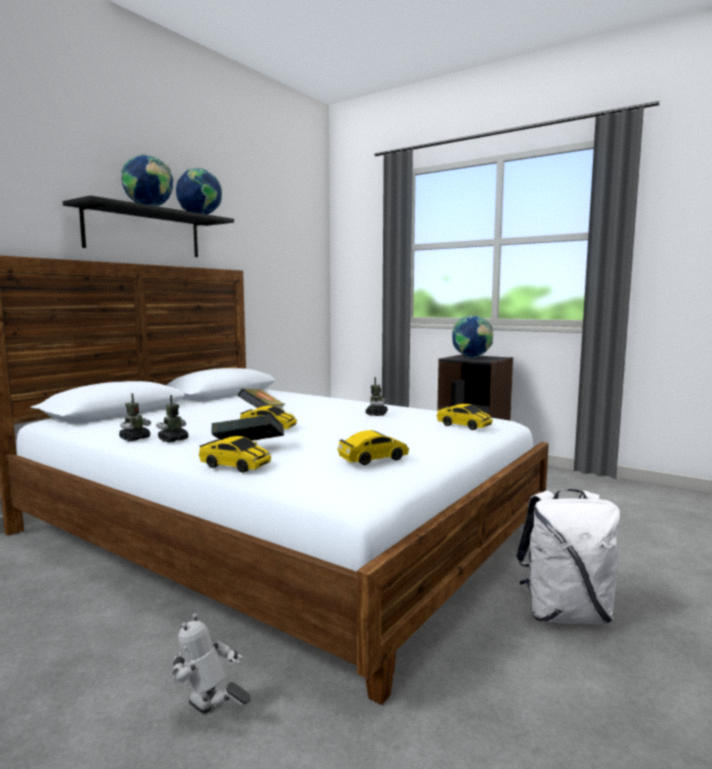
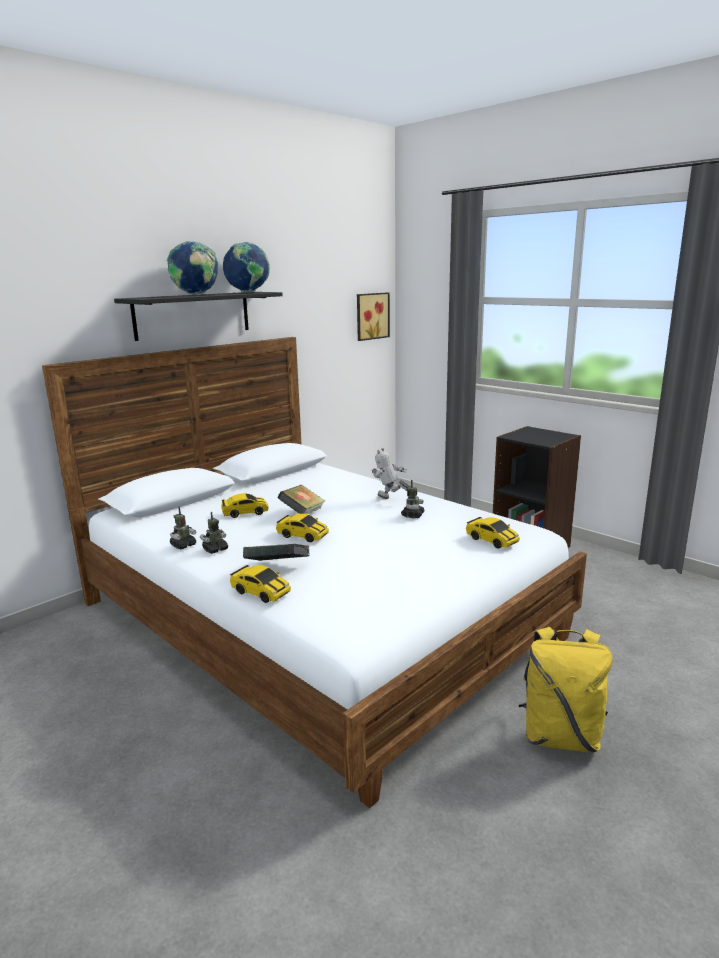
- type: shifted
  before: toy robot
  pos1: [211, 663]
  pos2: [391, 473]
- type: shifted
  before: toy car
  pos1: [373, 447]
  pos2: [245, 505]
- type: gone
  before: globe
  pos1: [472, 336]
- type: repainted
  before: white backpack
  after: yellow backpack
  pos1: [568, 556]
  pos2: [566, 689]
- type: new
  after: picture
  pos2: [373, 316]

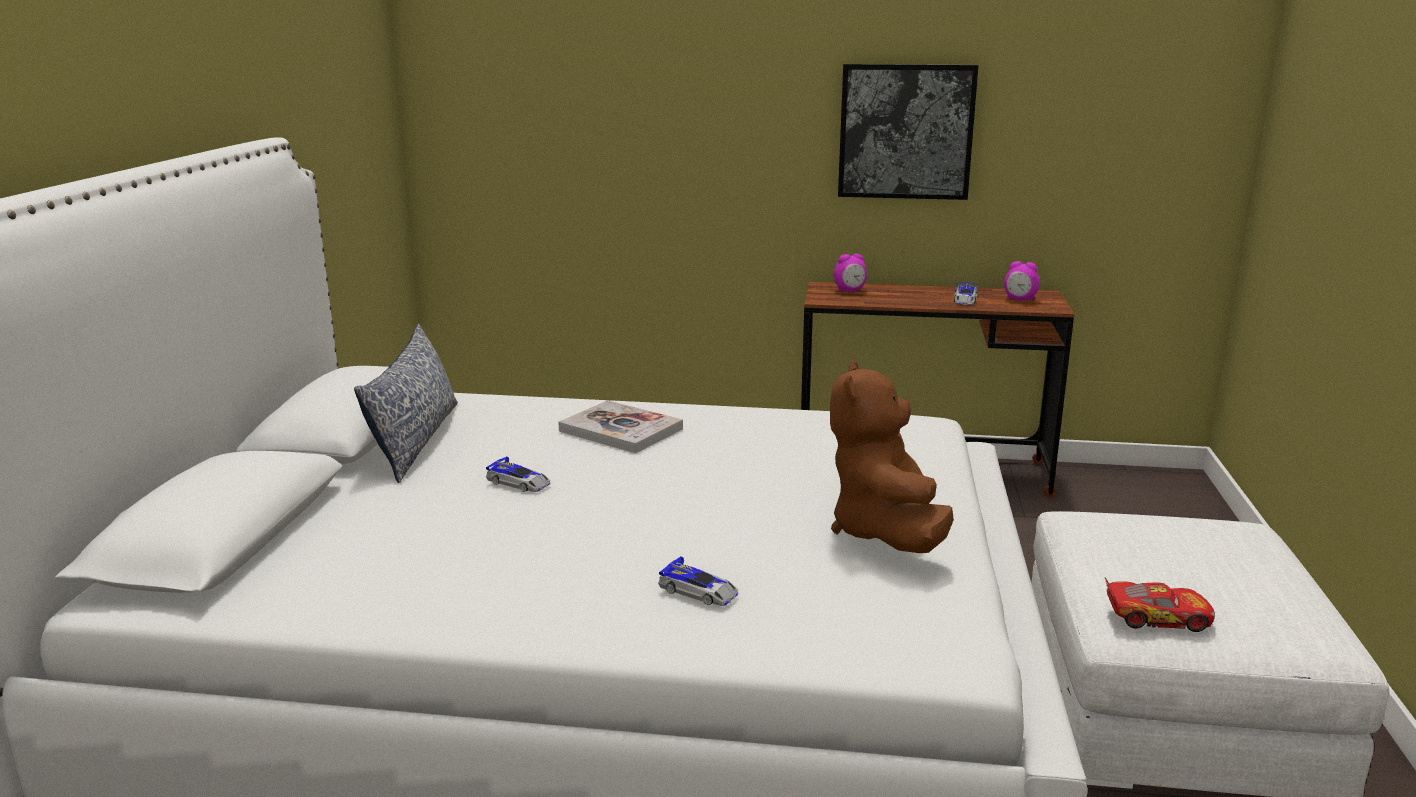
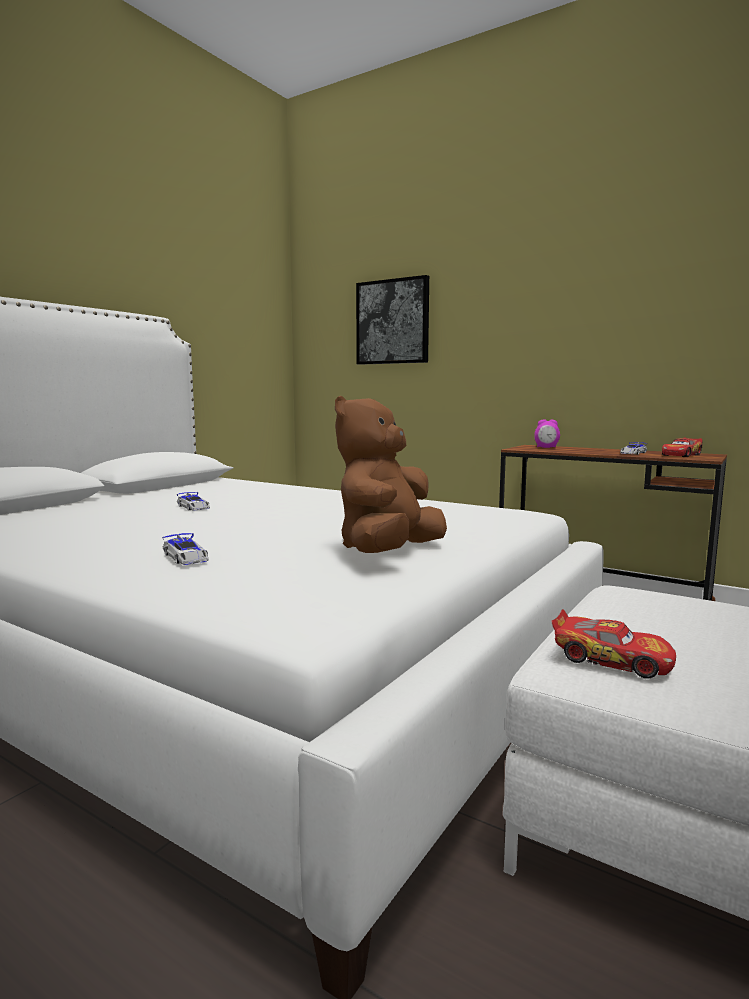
- type: gone
  before: pillow
  pos1: [406, 403]
- type: gone
  before: book
  pos1: [620, 426]
- type: shifted
  before: picture
  pos1: [908, 132]
  pos2: [392, 320]
- type: swapped
  before: alarm clock
  after: toy car
  pos1: [1022, 281]
  pos2: [682, 447]

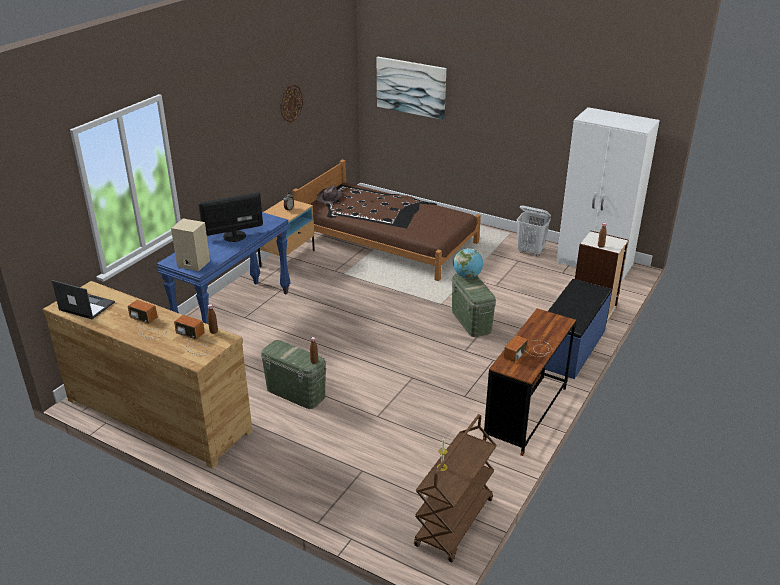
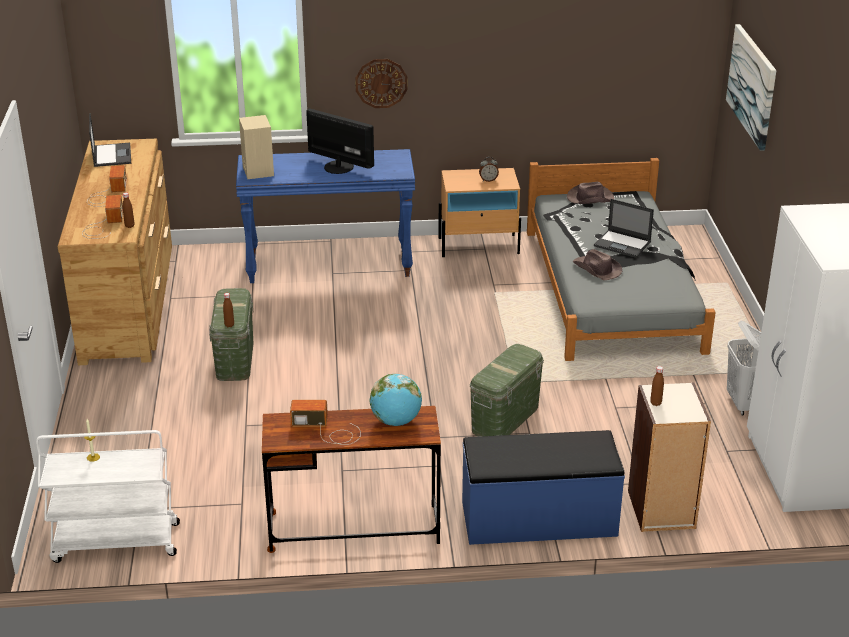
- type: shifted
  before: wall clock
  pos1: [291, 103]
  pos2: [381, 83]
- type: repainted
  before: brown bed
  after: grey bed
  pos1: [387, 220]
  pos2: [621, 259]
- type: repainted
  before: brown cart
  after: white cart
  pos1: [455, 488]
  pos2: [108, 496]
- type: shifted
  before: globe
  pos1: [468, 263]
  pos2: [396, 400]
- type: new
  after: brown hat
  pos2: [597, 264]
- type: new
  after: laptop
  pos2: [624, 228]

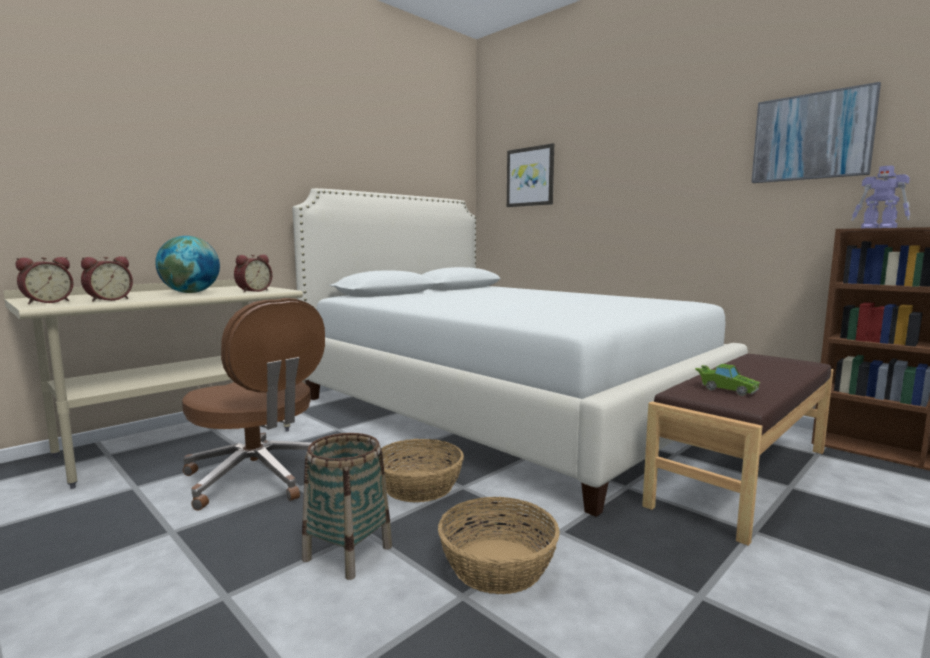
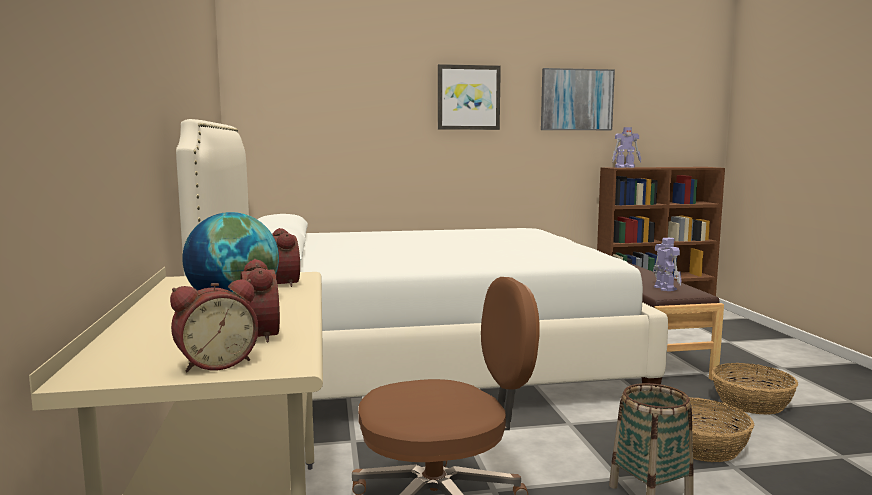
- type: rotated
  before: alarm clock
  pos1: [44, 280]
  pos2: [214, 325]
  turn: 75
- type: shifted
  before: basket
  pos1: [423, 470]
  pos2: [755, 389]
- type: shifted
  before: picture
  pos1: [530, 175]
  pos2: [469, 97]
- type: swapped
  before: green toy car
  after: toy robot
  pos1: [727, 380]
  pos2: [667, 264]

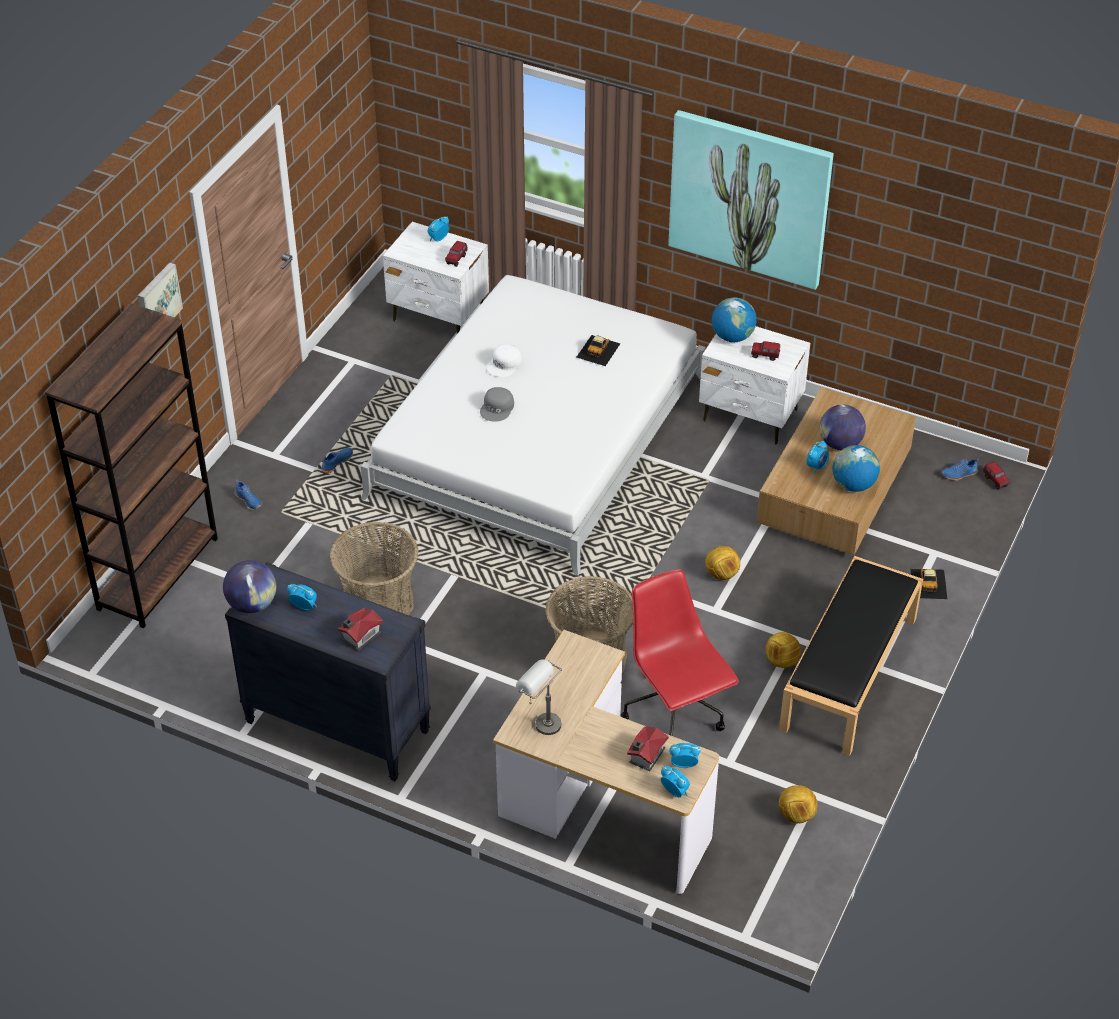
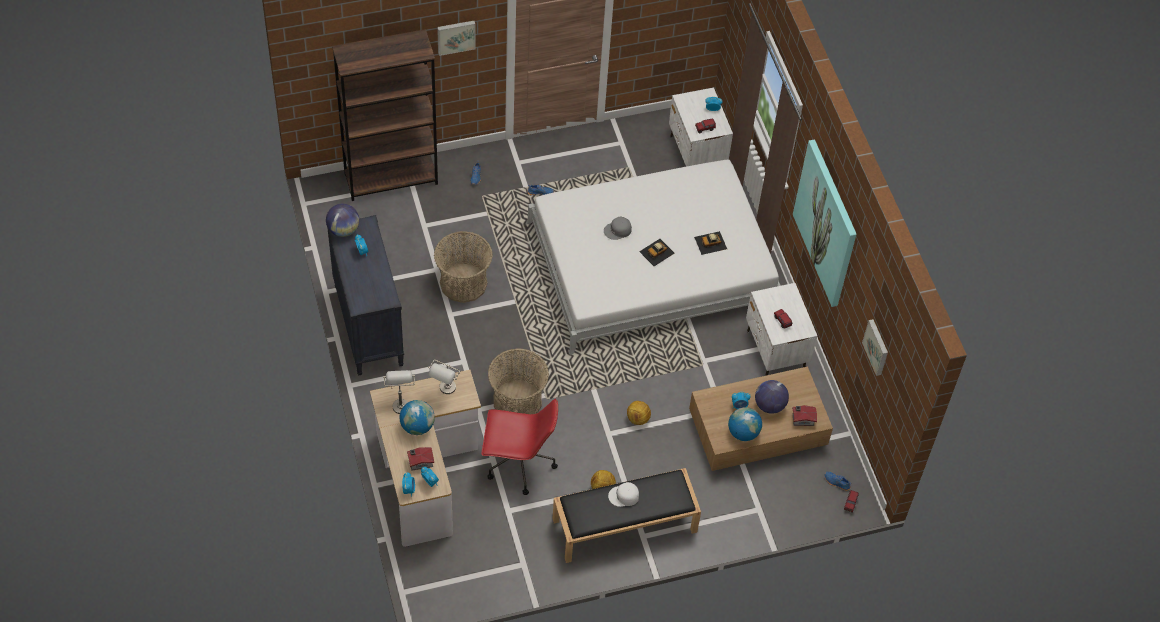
- type: shifted
  before: toy house
  pos1: [360, 629]
  pos2: [804, 415]
- type: shifted
  before: white cap
  pos1: [504, 360]
  pos2: [623, 494]
- type: rotated
  before: red office chair
  pos1: [679, 652]
  pos2: [520, 447]
  turn: 75
- type: shifted
  before: globe
  pos1: [734, 320]
  pos2: [417, 417]
- type: gone
  before: football
  pos1: [798, 804]
- type: shifted
  before: toy car
  pos1: [928, 583]
  pos2: [657, 252]
- type: new
  after: grey table lamp
  pos2: [444, 377]
- type: new
  after: picture
  pos2: [875, 347]

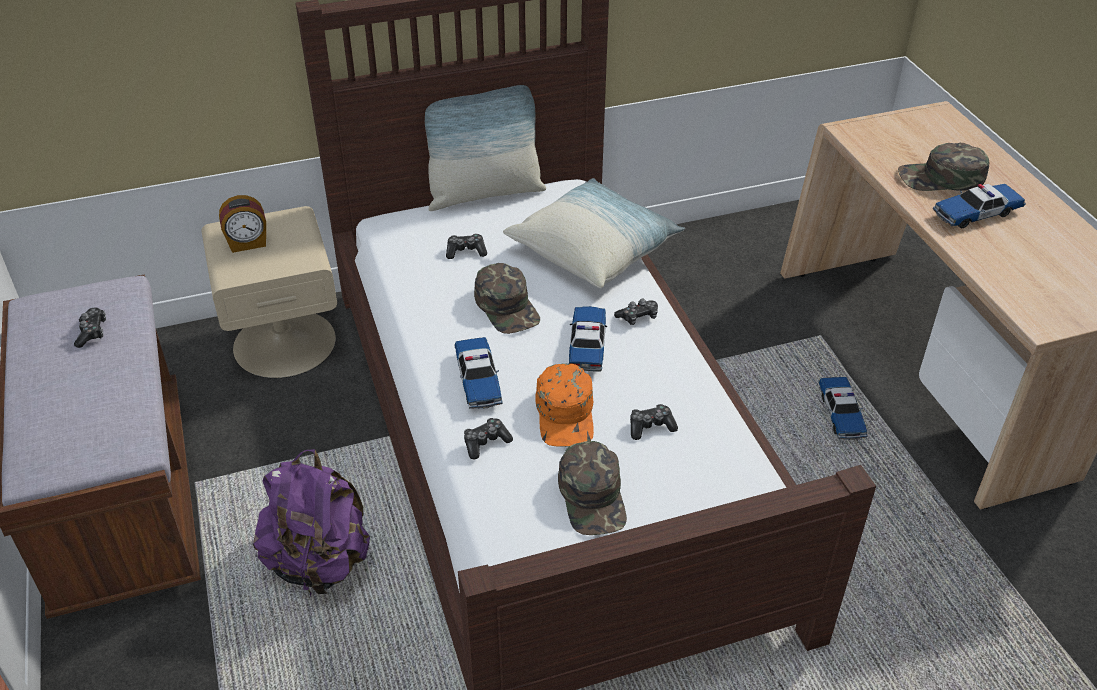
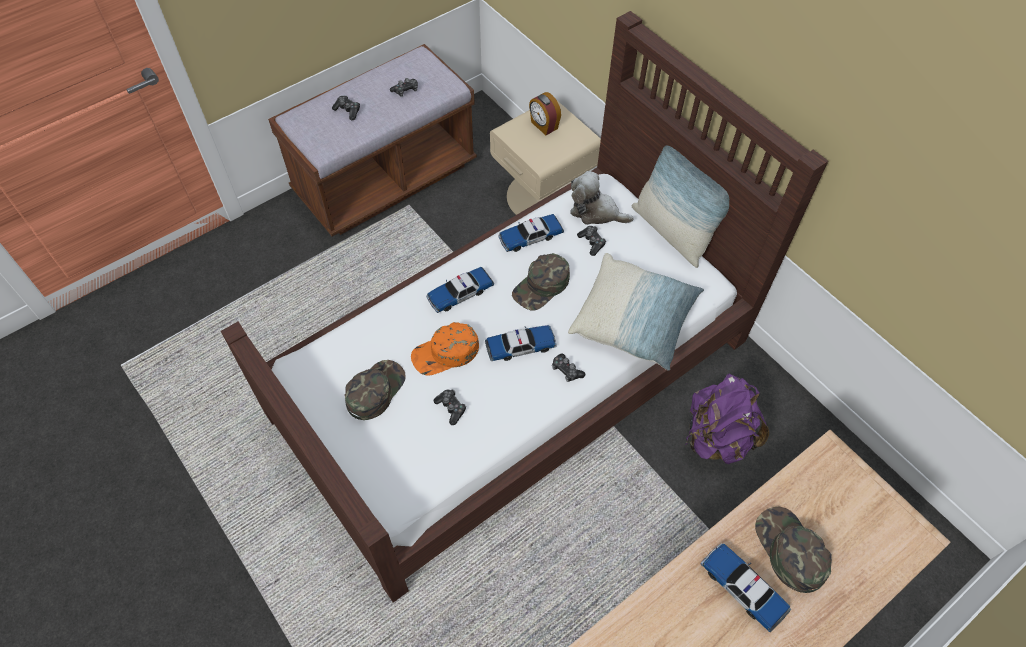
- type: shifted
  before: purple backpack
  pos1: [311, 523]
  pos2: [727, 419]
- type: shifted
  before: game controller
  pos1: [488, 439]
  pos2: [346, 108]
- type: rotated
  before: green cap
  pos1: [592, 488]
  pos2: [375, 390]
  turn: 150
- type: shifted
  before: toy car
  pos1: [842, 408]
  pos2: [531, 233]
- type: new
  after: plush toy
  pos2: [602, 198]

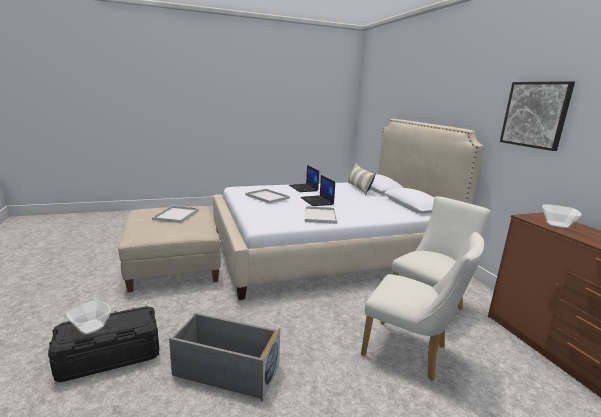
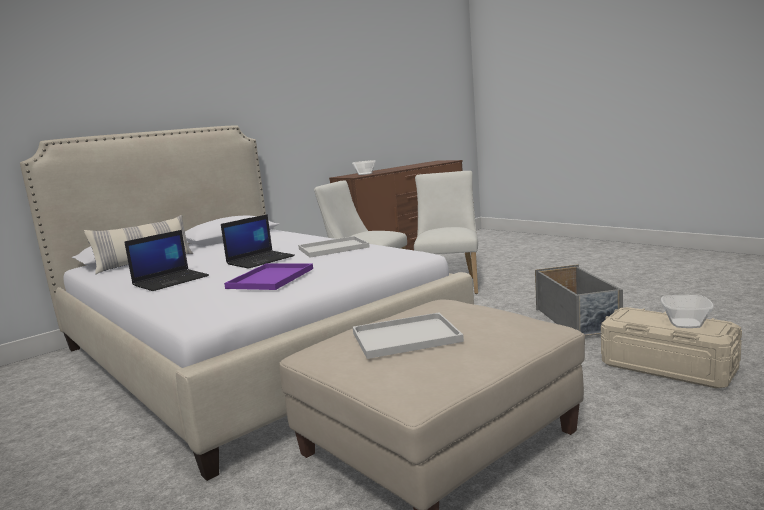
- type: repainted
  before: black storage box
  after: beige storage box
  pos1: [103, 344]
  pos2: [671, 348]
- type: repainted
  before: white tray
  after: purple tray
  pos1: [268, 196]
  pos2: [268, 276]
- type: gone
  before: picture
  pos1: [537, 116]

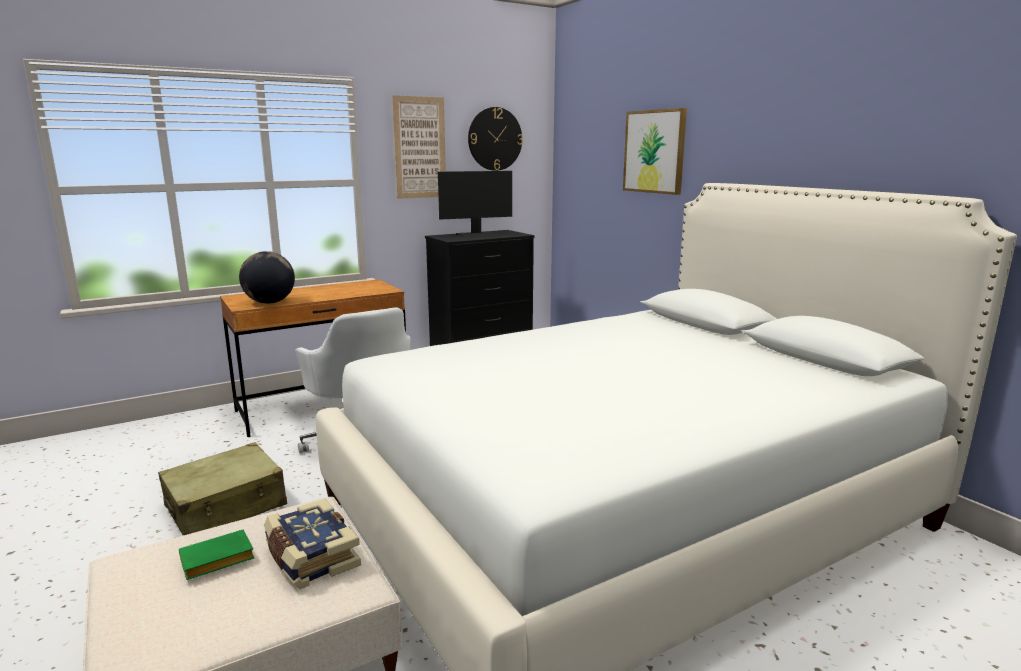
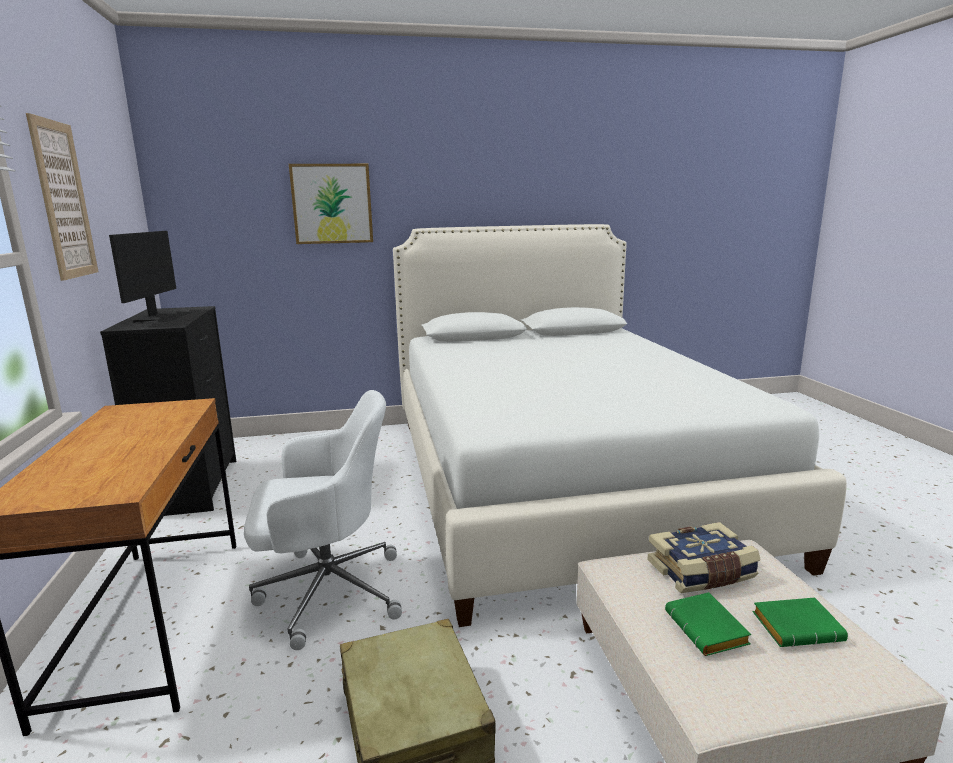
- type: gone
  before: globe
  pos1: [267, 277]
- type: gone
  before: wall clock
  pos1: [495, 139]
- type: new
  after: green book
  pos2: [800, 622]

